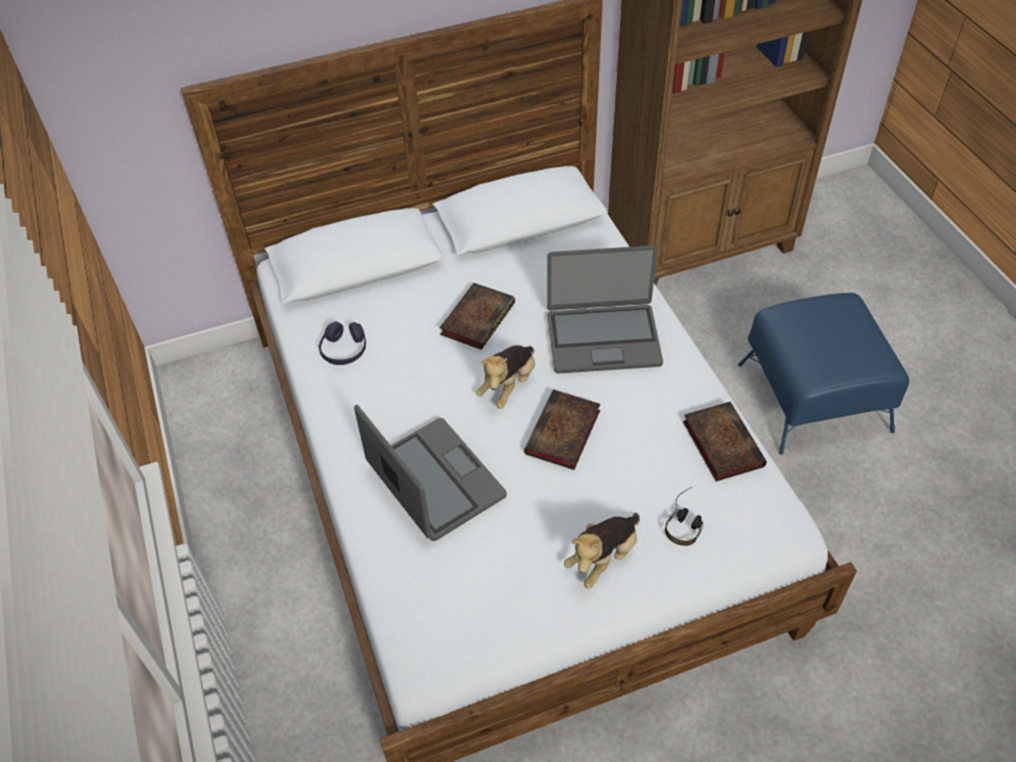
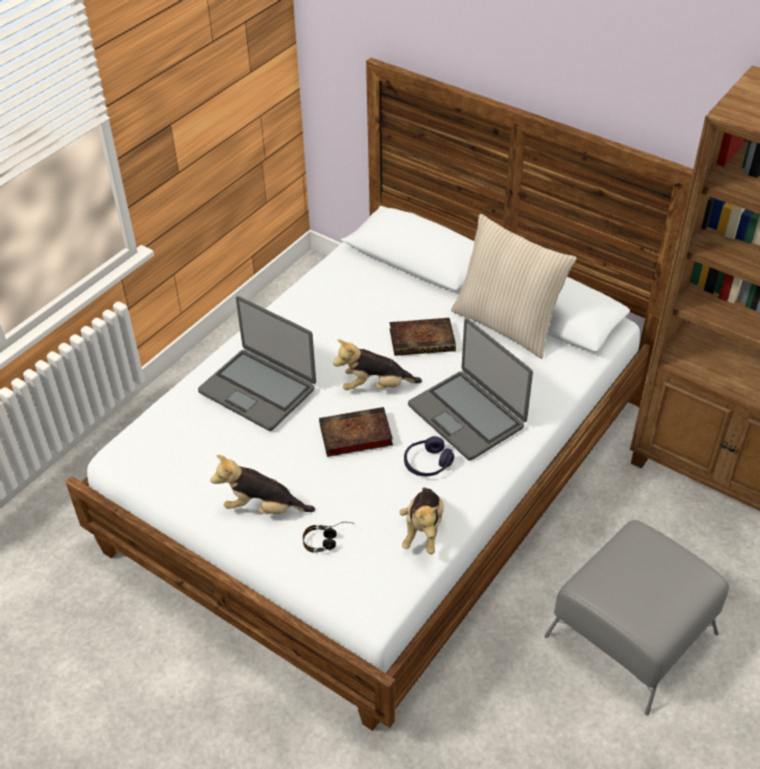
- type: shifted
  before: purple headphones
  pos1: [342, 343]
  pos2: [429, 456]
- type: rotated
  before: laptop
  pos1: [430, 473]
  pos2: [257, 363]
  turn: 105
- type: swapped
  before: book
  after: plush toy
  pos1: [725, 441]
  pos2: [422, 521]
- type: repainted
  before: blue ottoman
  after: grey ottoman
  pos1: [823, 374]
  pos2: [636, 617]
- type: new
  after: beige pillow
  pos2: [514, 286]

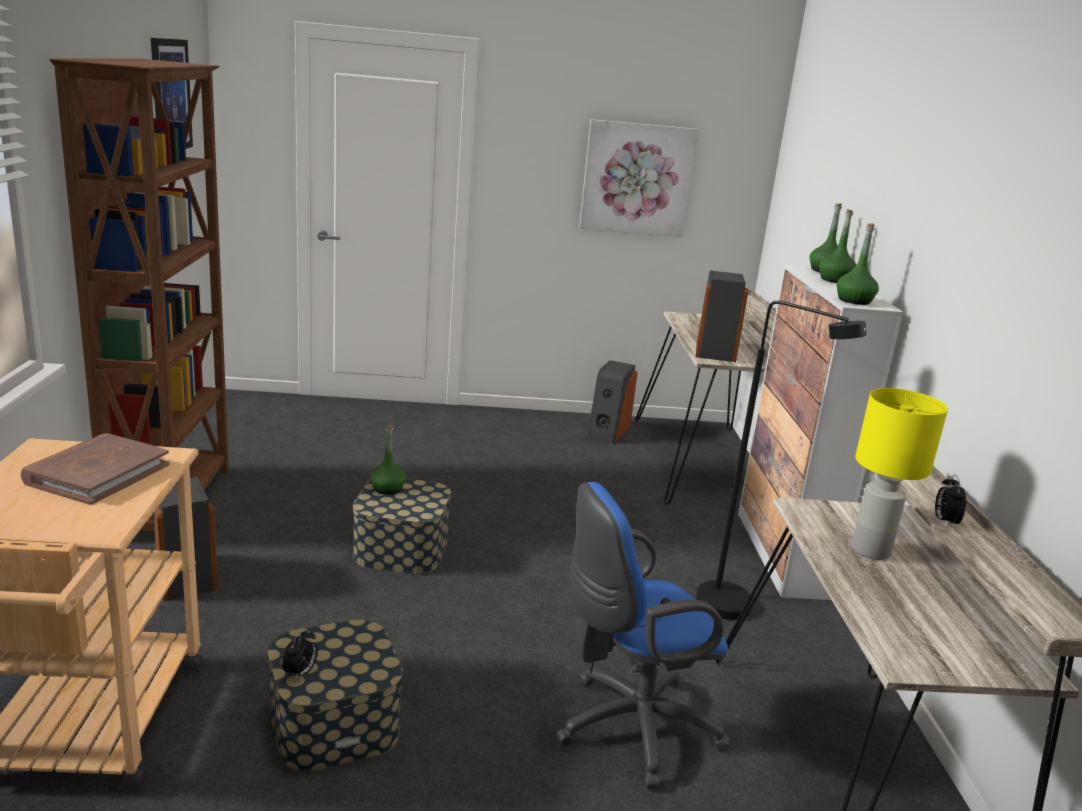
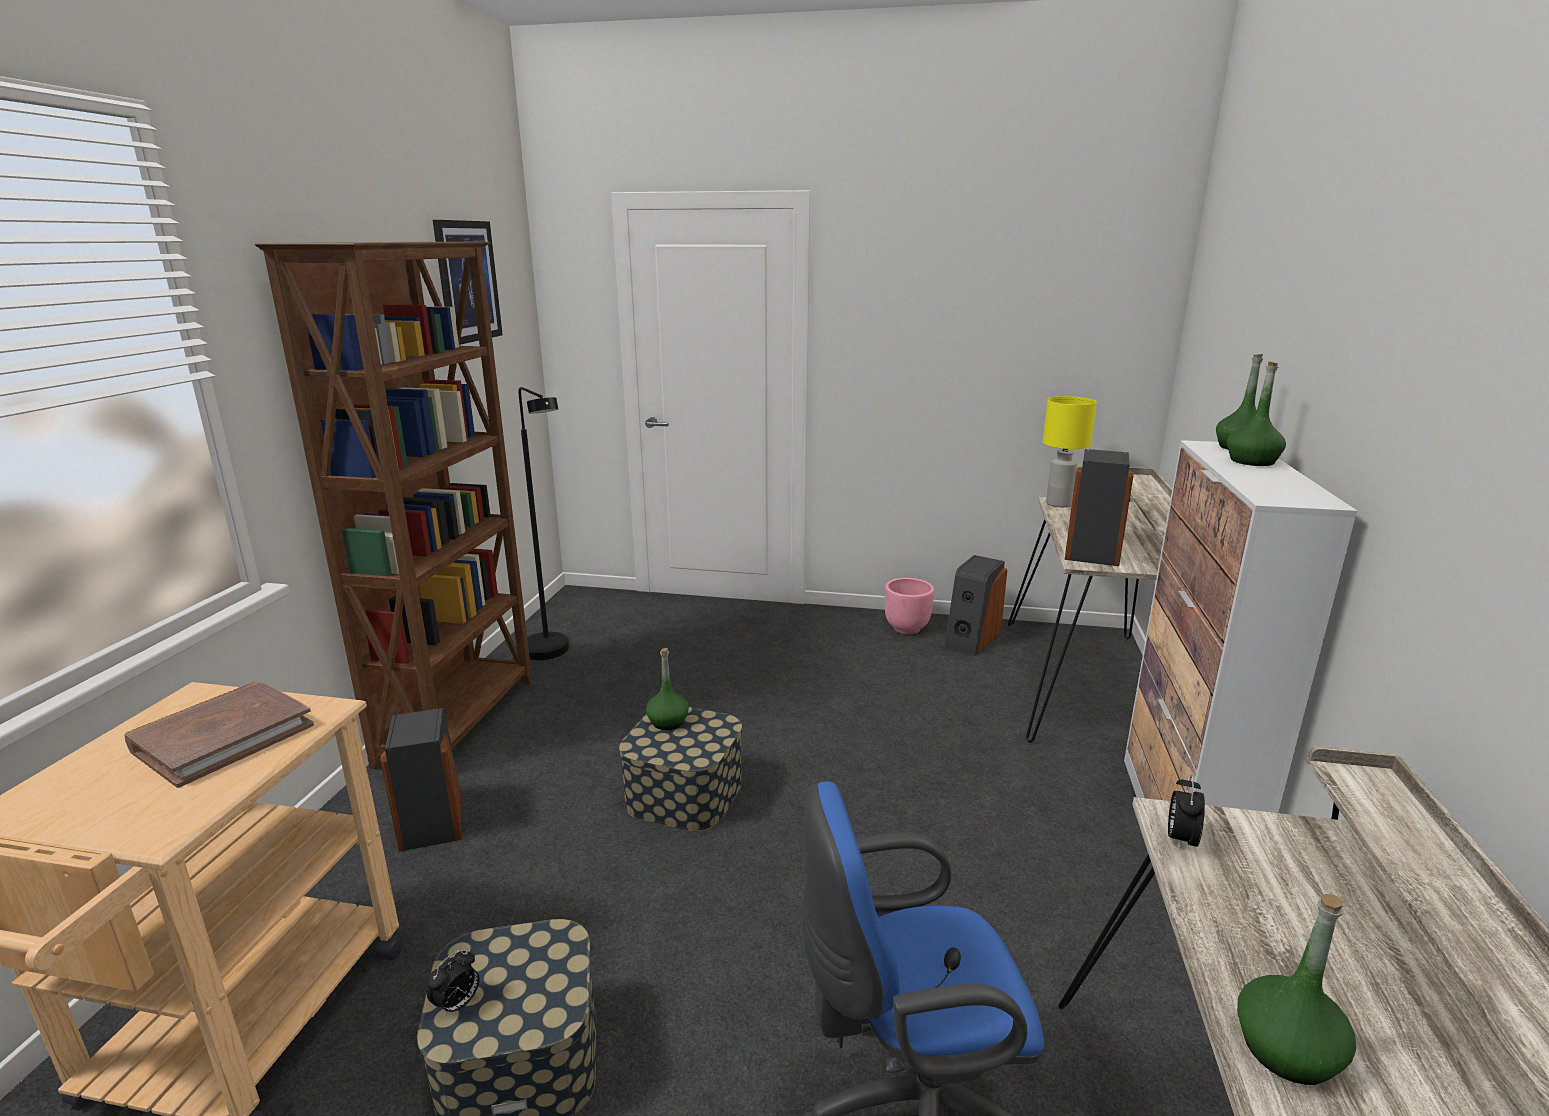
- type: gone
  before: picture
  pos1: [638, 178]
- type: shifted
  before: black floor lamp
  pos1: [781, 460]
  pos2: [543, 523]
- type: shifted
  before: green bottle
  pos1: [858, 264]
  pos2: [1296, 989]
- type: shifted
  before: yellow table lamp
  pos1: [899, 474]
  pos2: [1070, 452]
- type: shifted
  before: alarm clock
  pos1: [950, 500]
  pos2: [1186, 813]
- type: new
  after: pink planter
  pos2: [909, 606]

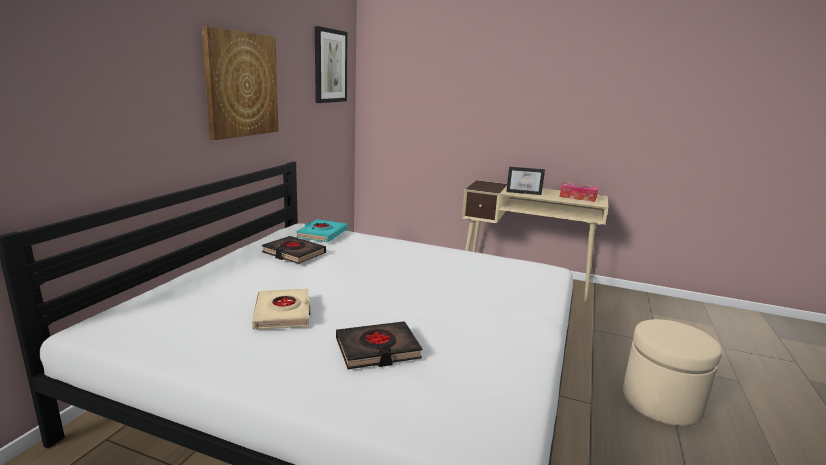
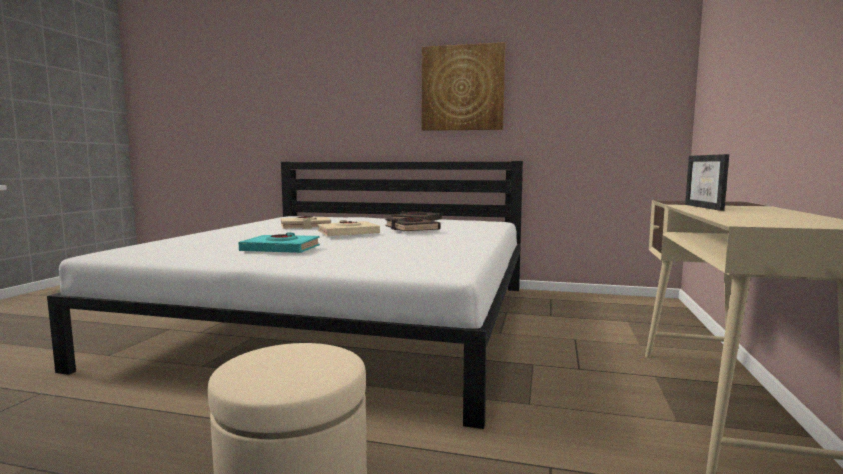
- type: shifted
  before: turquoise book
  pos1: [322, 230]
  pos2: [279, 242]
- type: gone
  before: picture
  pos1: [331, 64]
- type: shifted
  before: black book
  pos1: [379, 345]
  pos2: [413, 224]
- type: gone
  before: tissue box
  pos1: [579, 192]
- type: new
  after: beige book
  pos2: [349, 228]

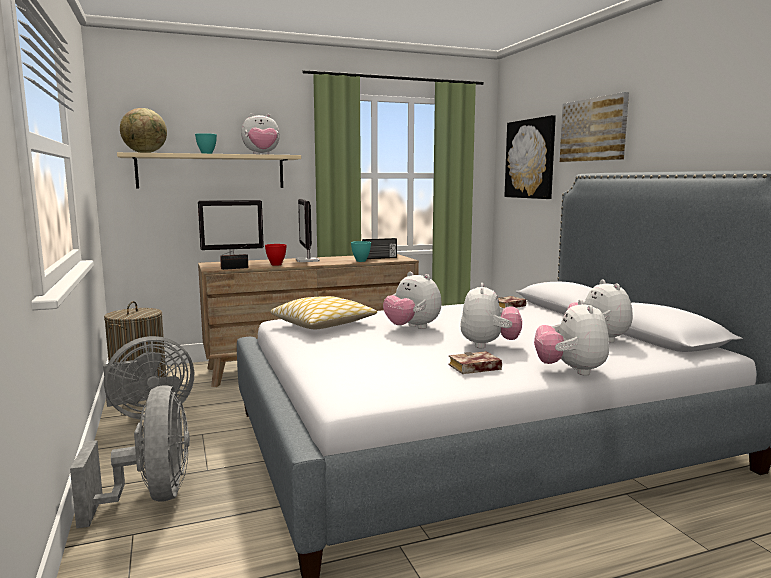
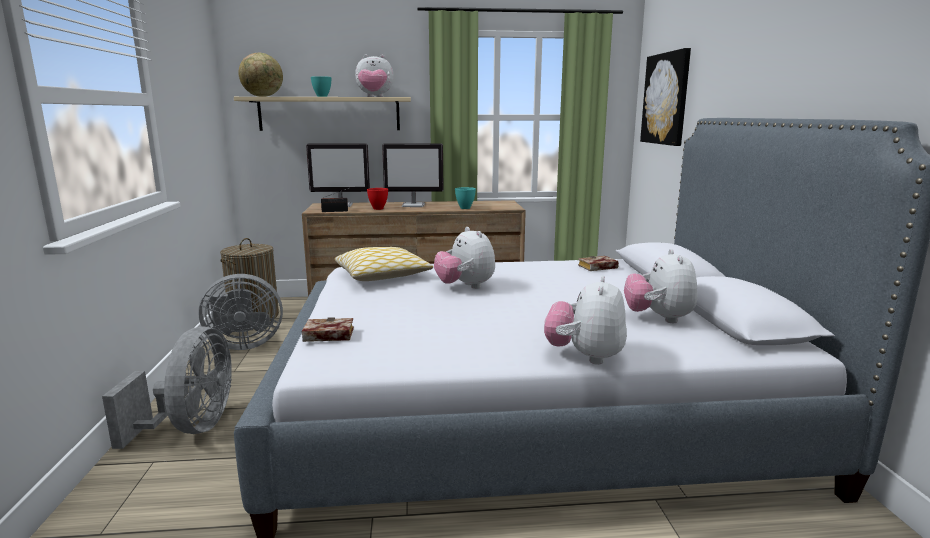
- type: rotated
  before: monitor
  pos1: [308, 230]
  pos2: [412, 175]
  turn: -90
- type: gone
  before: radio
  pos1: [379, 248]
- type: shifted
  before: book
  pos1: [475, 362]
  pos2: [328, 329]
- type: gone
  before: plush toy
  pos1: [491, 315]
- type: gone
  before: picture
  pos1: [594, 127]

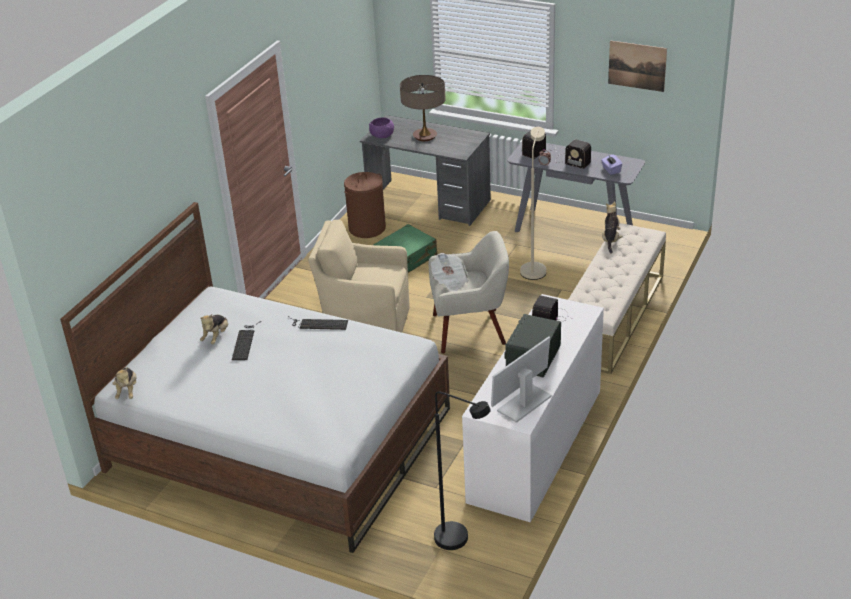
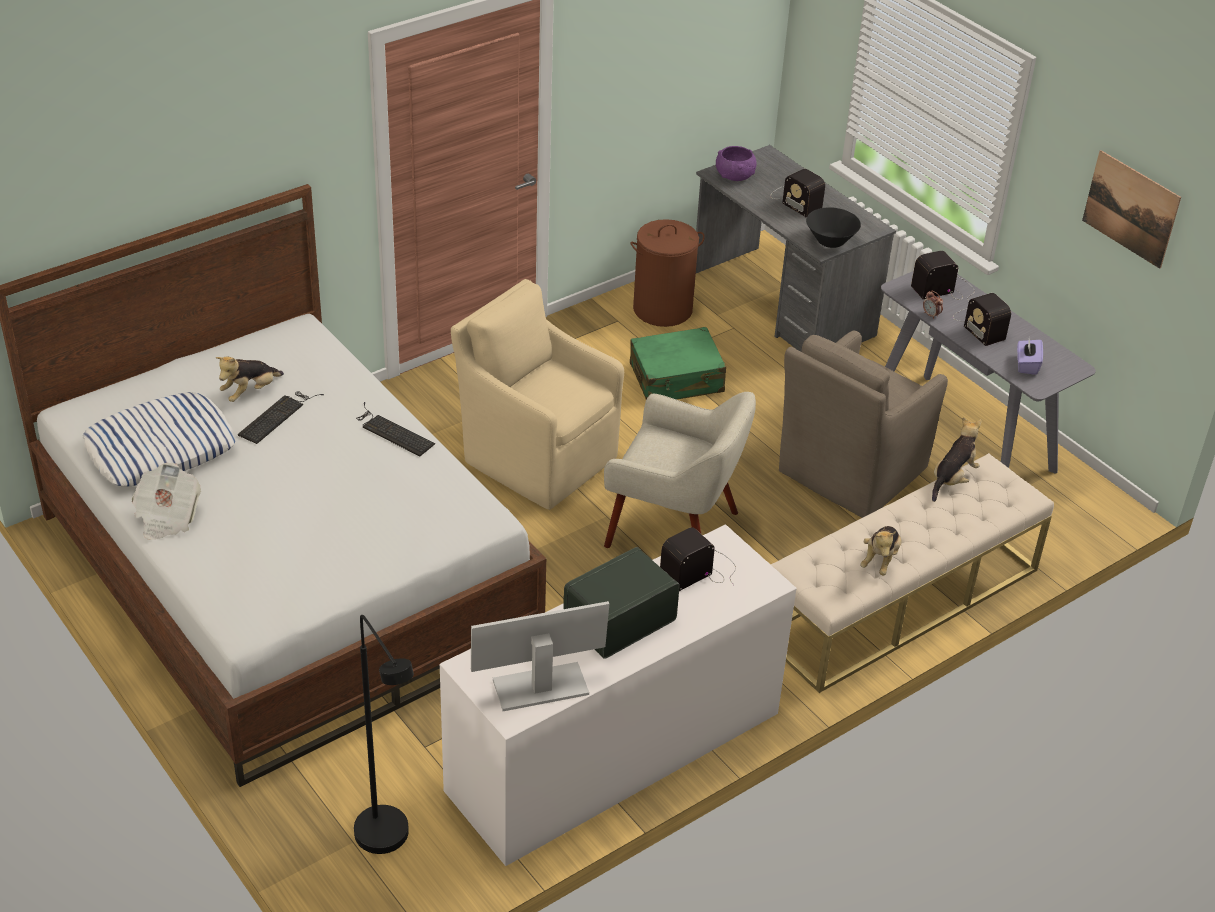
- type: shifted
  before: plush toy
  pos1: [124, 383]
  pos2: [880, 551]
- type: swapped
  before: table lamp
  after: radio
  pos1: [423, 108]
  pos2: [797, 193]
- type: shifted
  before: newspaper
  pos1: [450, 272]
  pos2: [166, 501]
- type: swapped
  before: beige floor lamp
  after: brown armchair
  pos1: [533, 203]
  pos2: [863, 424]
- type: new
  after: pillow
  pos2: [159, 439]
- type: new
  after: black bowl
  pos2: [833, 227]

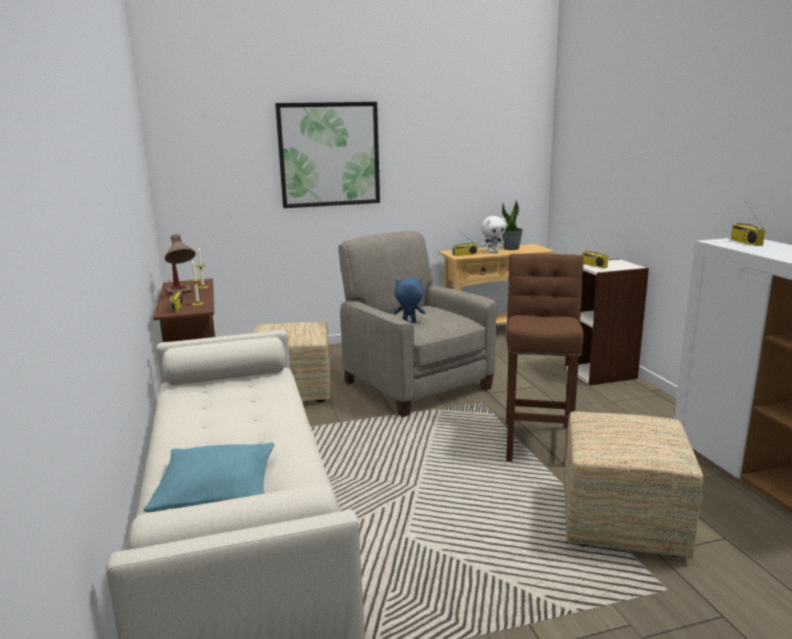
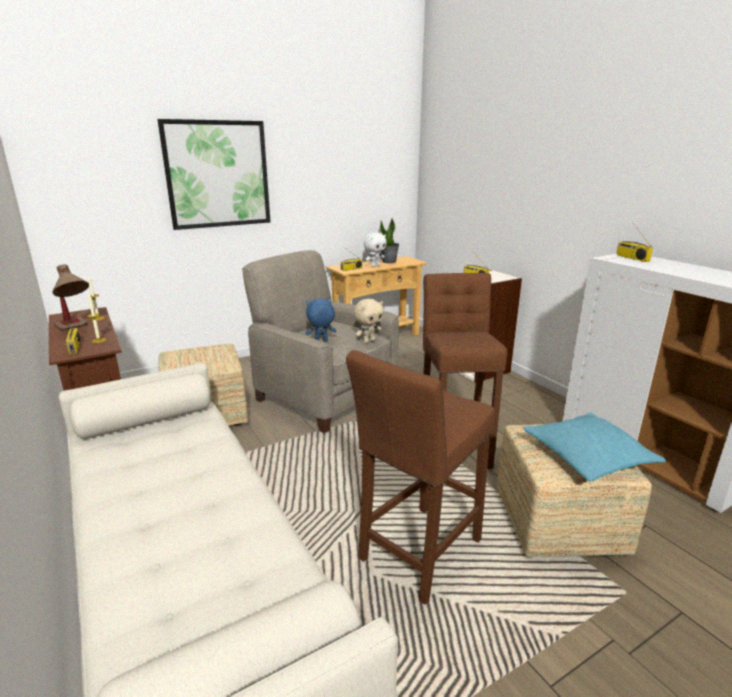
- type: shifted
  before: turquoise pillow
  pos1: [209, 477]
  pos2: [594, 447]
- type: new
  after: brown stool
  pos2: [420, 477]
- type: new
  after: beige plush toy
  pos2: [369, 321]

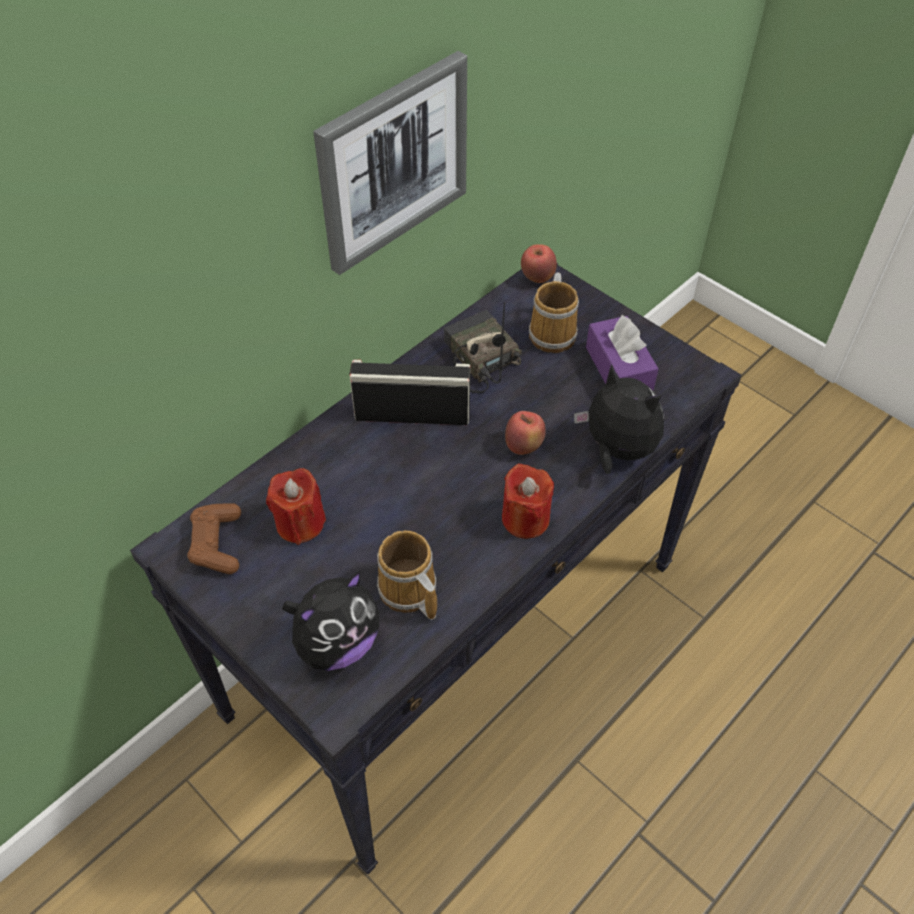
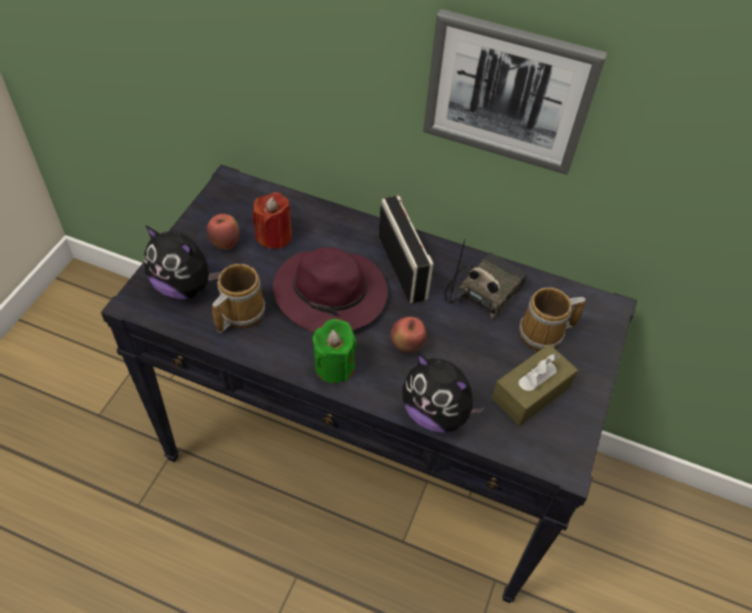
- type: gone
  before: brown game controller
  pos1: [214, 538]
- type: repainted
  before: red candle
  after: green candle
  pos1: [528, 501]
  pos2: [334, 351]
- type: shifted
  before: apple
  pos1: [539, 263]
  pos2: [223, 231]
- type: rotated
  before: plush toy
  pos1: [619, 419]
  pos2: [443, 393]
  turn: 105
- type: repainted
  before: purple tissue box
  after: brown tissue box
  pos1: [622, 353]
  pos2: [535, 385]
- type: new
  after: purple hat
  pos2: [330, 290]

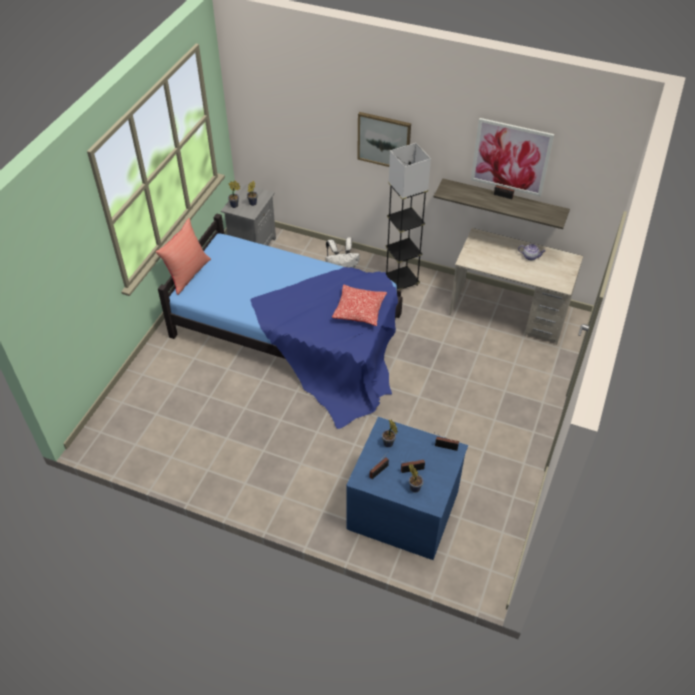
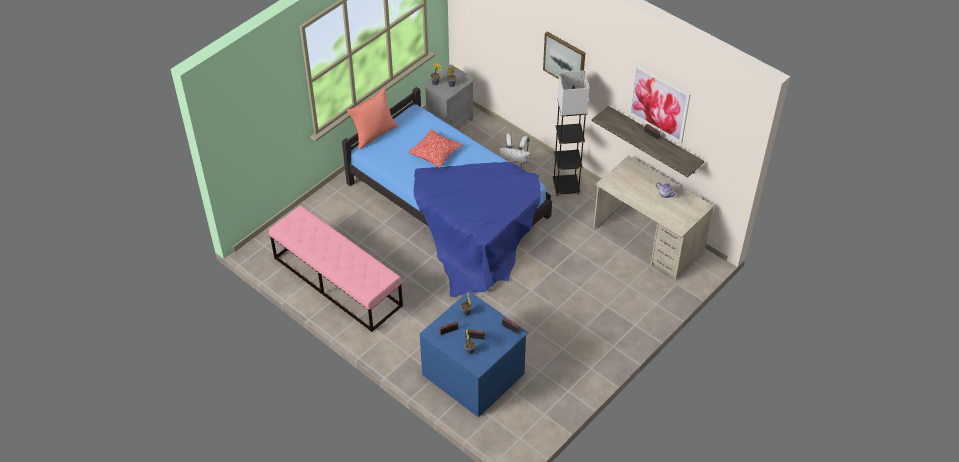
- type: shifted
  before: pillow
  pos1: [359, 305]
  pos2: [435, 148]
- type: new
  after: pink bench
  pos2: [336, 269]

